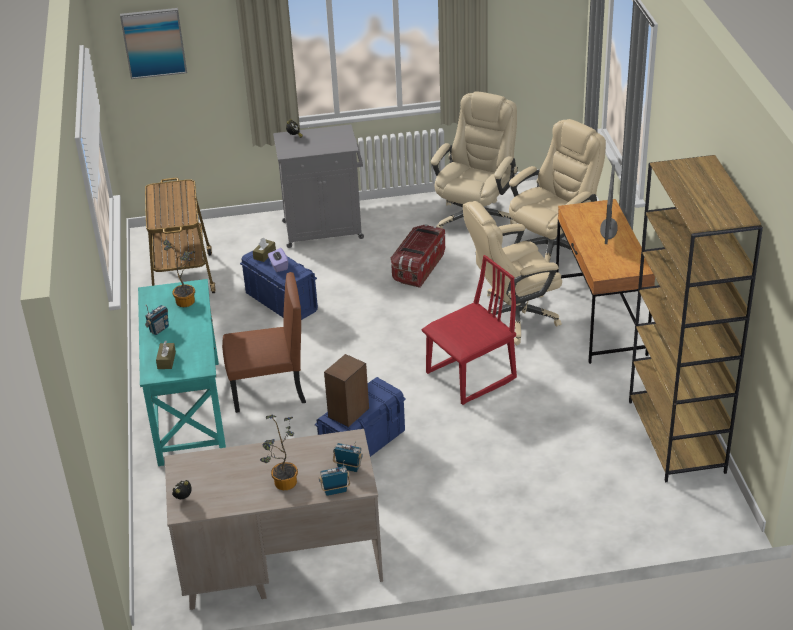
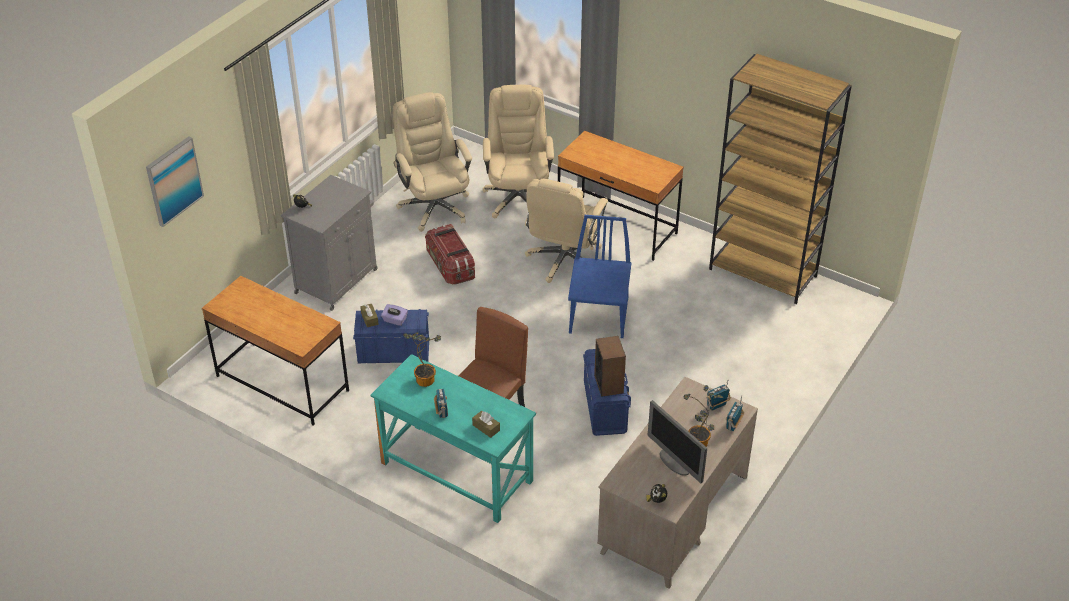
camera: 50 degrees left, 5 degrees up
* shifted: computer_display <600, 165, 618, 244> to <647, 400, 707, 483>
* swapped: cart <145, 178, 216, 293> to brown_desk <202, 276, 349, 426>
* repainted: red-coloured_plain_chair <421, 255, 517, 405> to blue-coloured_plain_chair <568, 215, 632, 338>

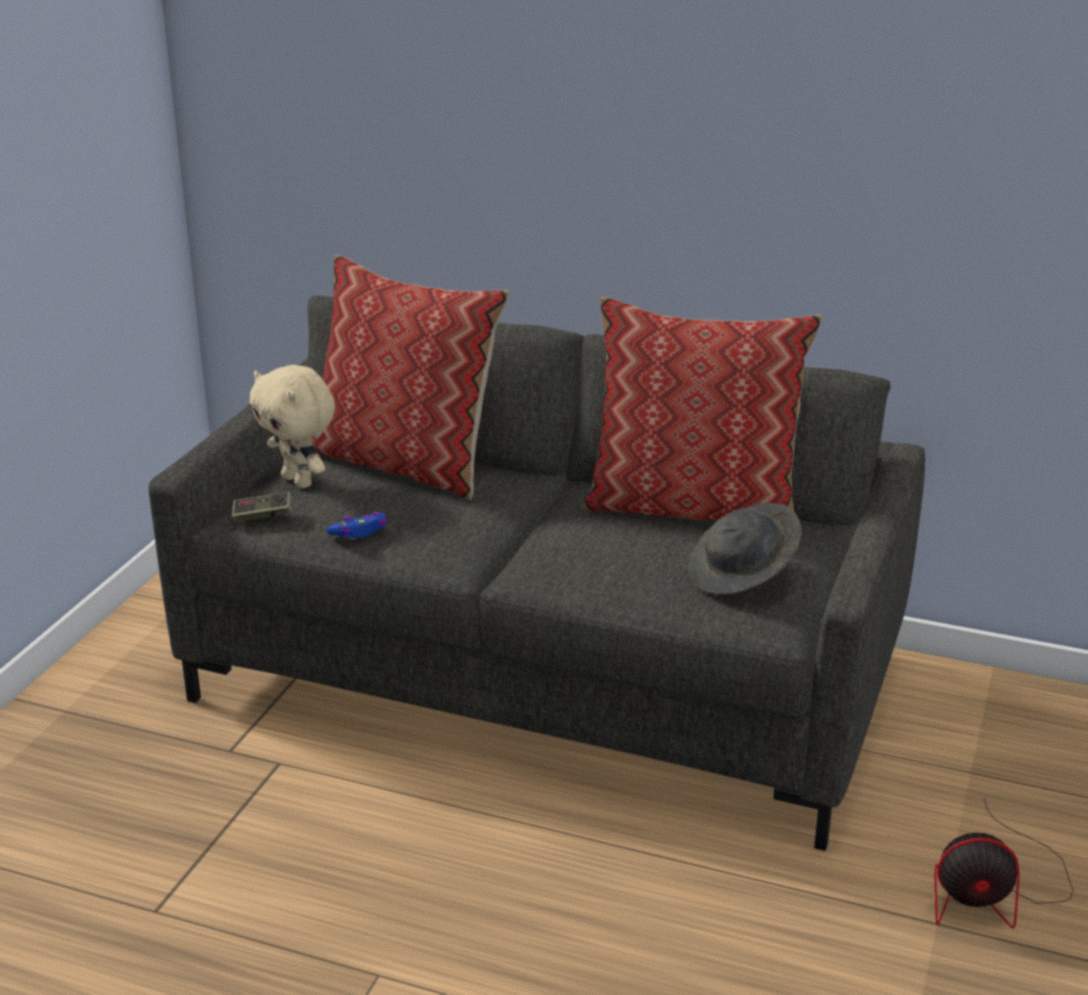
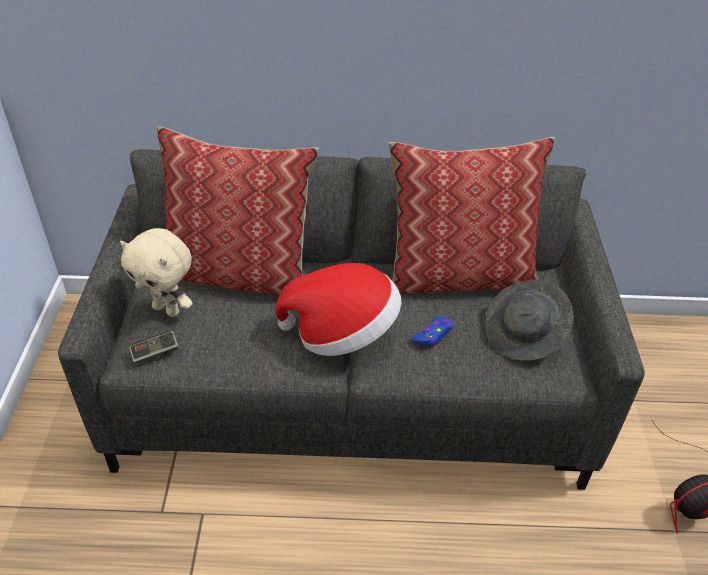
camera: 20 degrees left, 15 degrees up
* new: hat <275, 263, 401, 356>
* shifted: blue-coloured_game_controller <326, 512, 387, 538> to <411, 316, 454, 346>

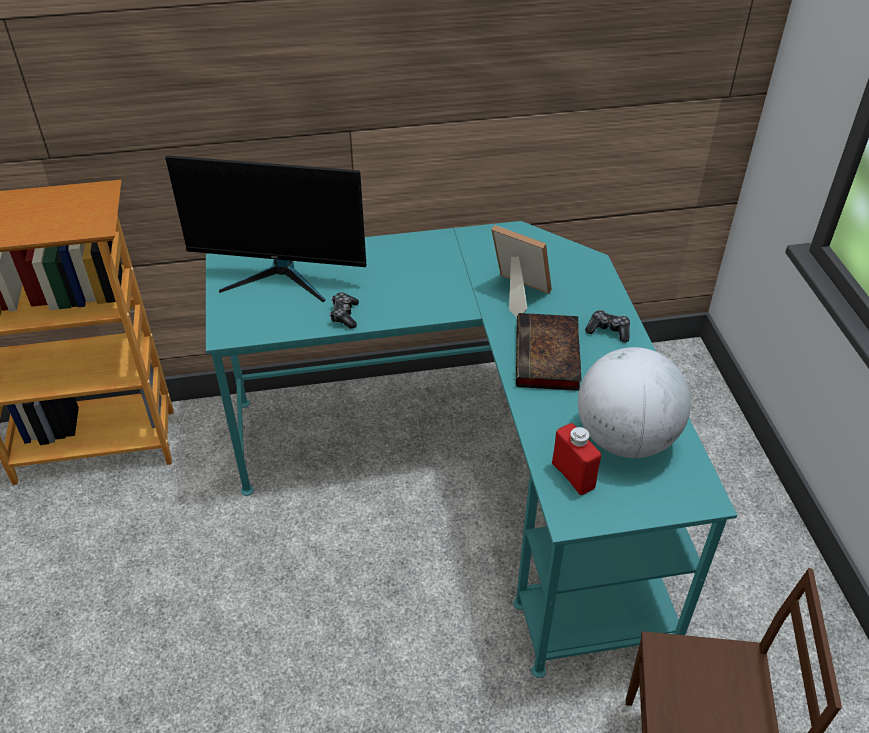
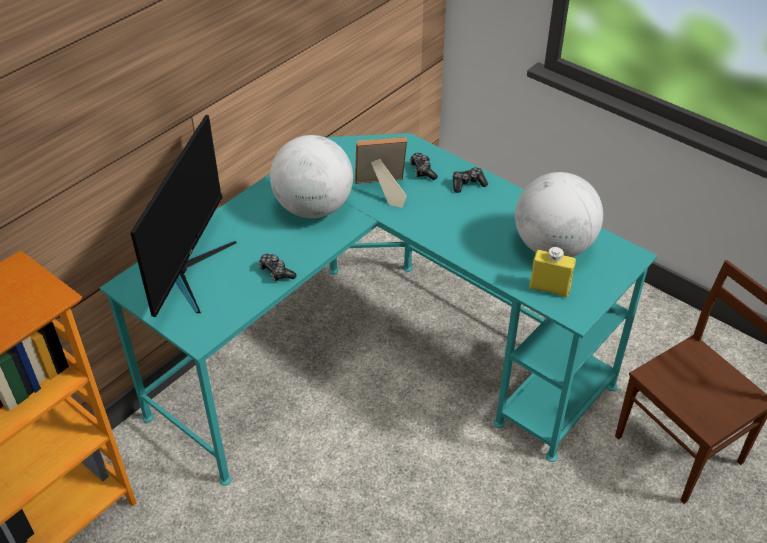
camera: 40 degrees left, 0 degrees up
* gone: bound_book <516, 313, 582, 391>
* new: globe <270, 135, 353, 218>
* new: game_controller <410, 153, 438, 180>
* repainted: red-coloured_beverage_bottle <552, 423, 601, 495> to yellow_beverage_bottle <529, 247, 576, 298>
* rotated: computer_display <165, 155, 366, 303> = <130, 115, 237, 317> 45 degrees counterclockwise

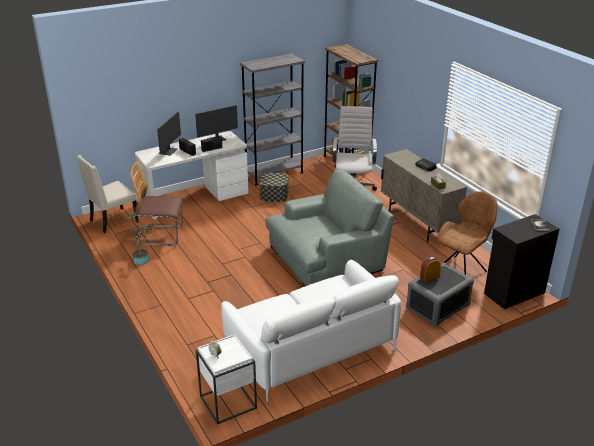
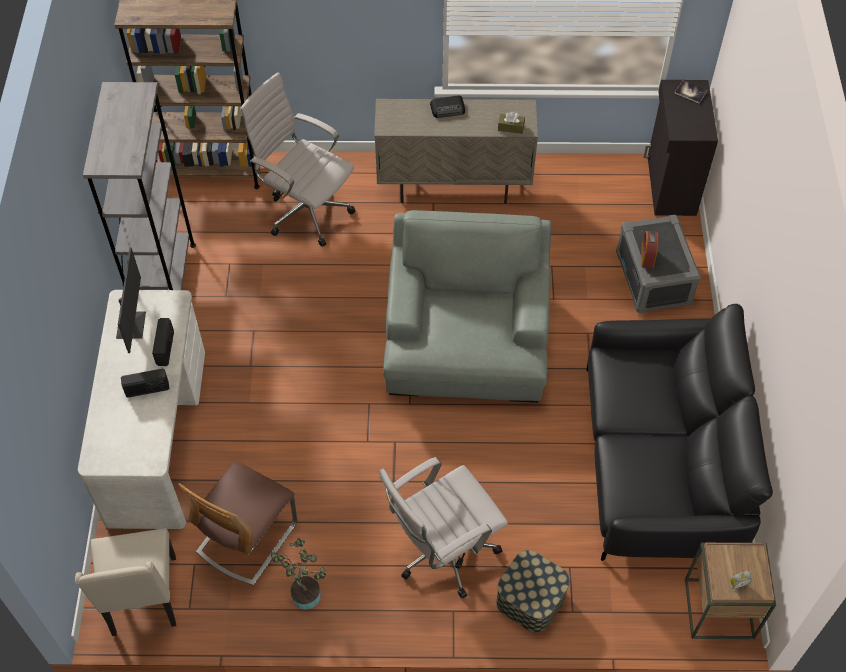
camera: 60 degrees left, 25 degrees up
* gone: computer_display <157, 112, 181, 156>
* gone: brown_plain_chair <437, 191, 497, 275>
* new: white_computer_chair <379, 457, 508, 599>
* shifted: storage_bin <260, 173, 288, 202> to <496, 550, 570, 632>
* repainted: white_side_table <196, 334, 257, 424> to brown_side_table <685, 543, 776, 639>
* repainted: white_settee <221, 260, 401, 402> to blackish_settee <587, 304, 773, 561>

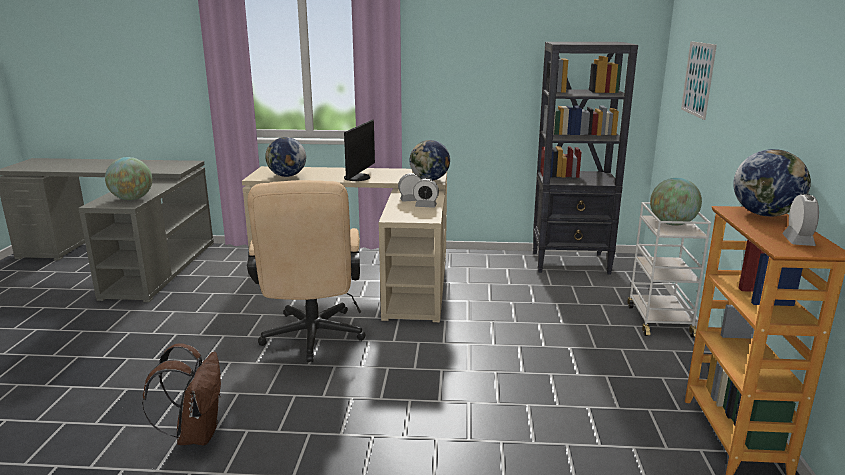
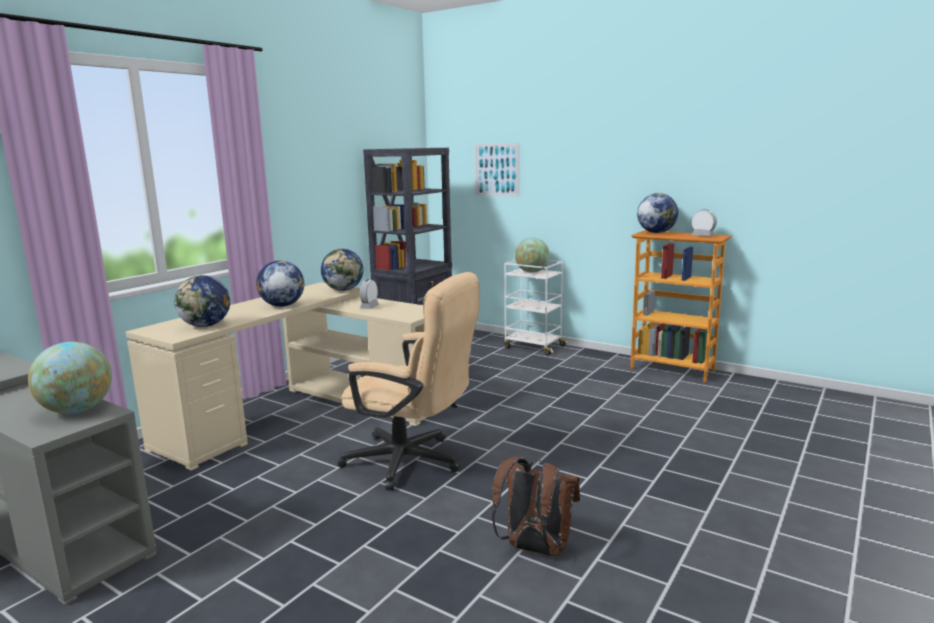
camera: 60 degrees left, 5 degrees down
* gone: table_clock <413, 178, 439, 208>
* swapped: computer_display <344, 120, 375, 181> to globe <256, 260, 304, 307>

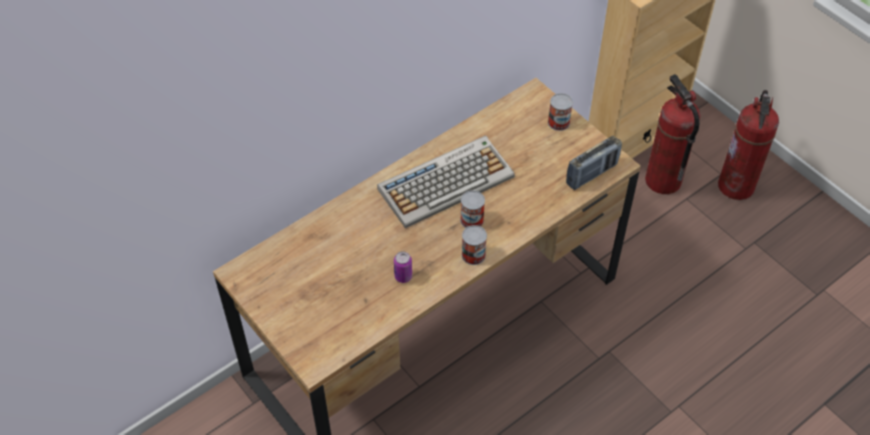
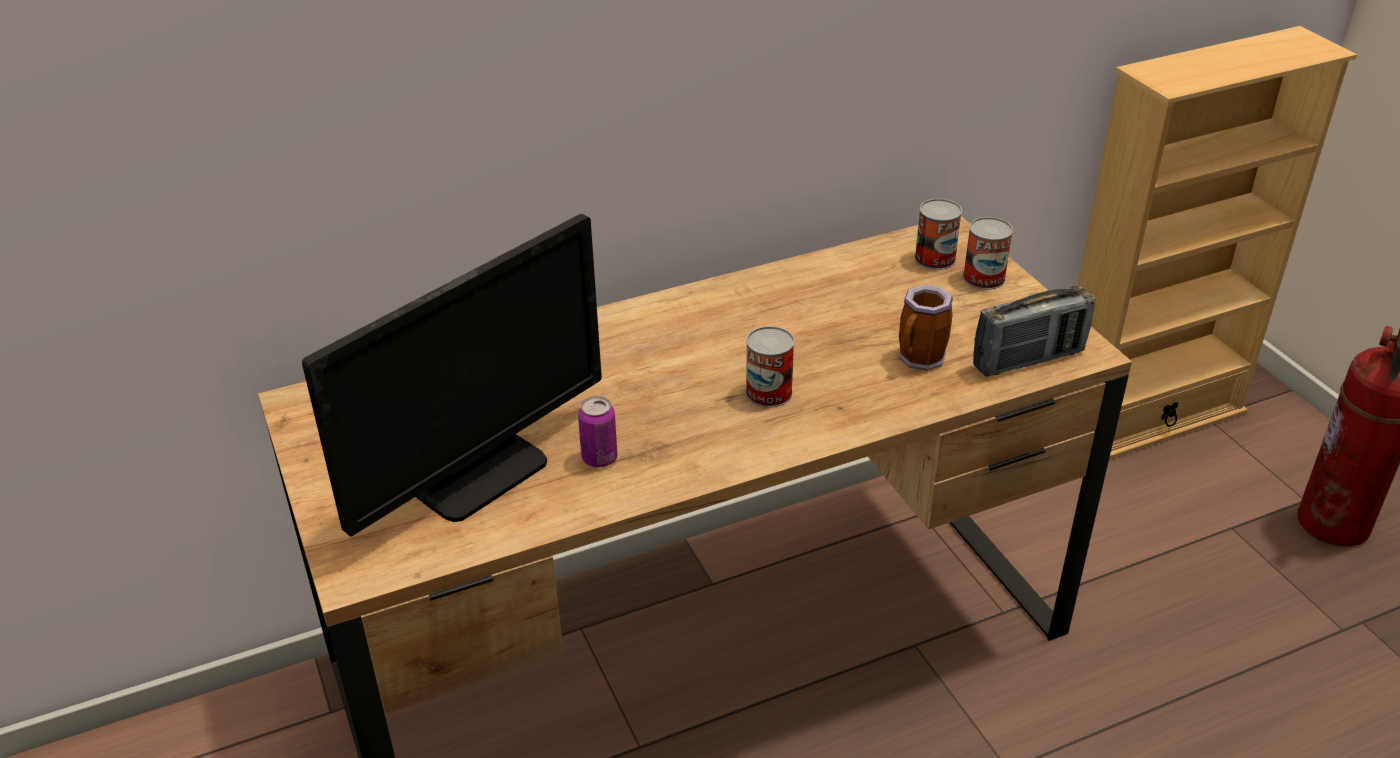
camera: 15 degrees right, 15 degrees down
* gone: keyboard <377, 136, 515, 228>
* gone: fire_extinguisher <645, 74, 700, 194>
* new: computer_display <302, 214, 602, 536>
* new: coffee_mug <898, 284, 953, 371>
* shifted: can <461, 225, 487, 265> to <915, 199, 962, 270>

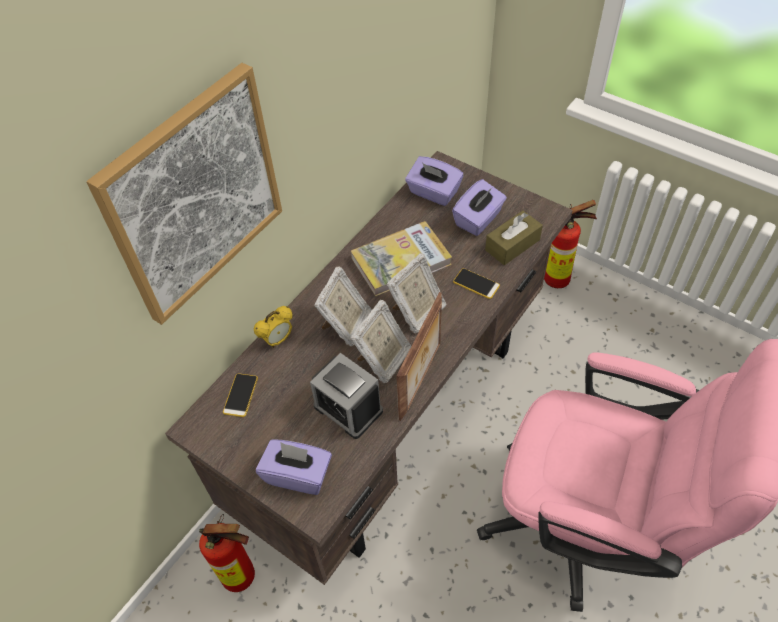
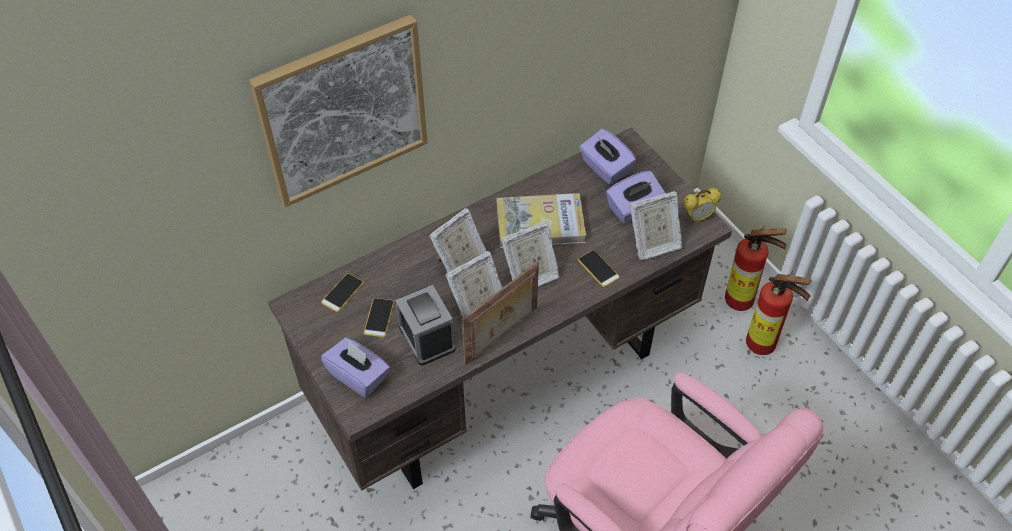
camera: 20 degrees right, 0 degrees up
* new: telephone <364, 298, 394, 337>
* shifted: fire_extinguisher <199, 514, 255, 592> to <746, 271, 812, 355>
* shifted: table_clock <254, 306, 293, 348> to <683, 188, 721, 223>
* swapped: brown_tissue_box <485, 211, 543, 265> to photo_frame <630, 191, 682, 260>

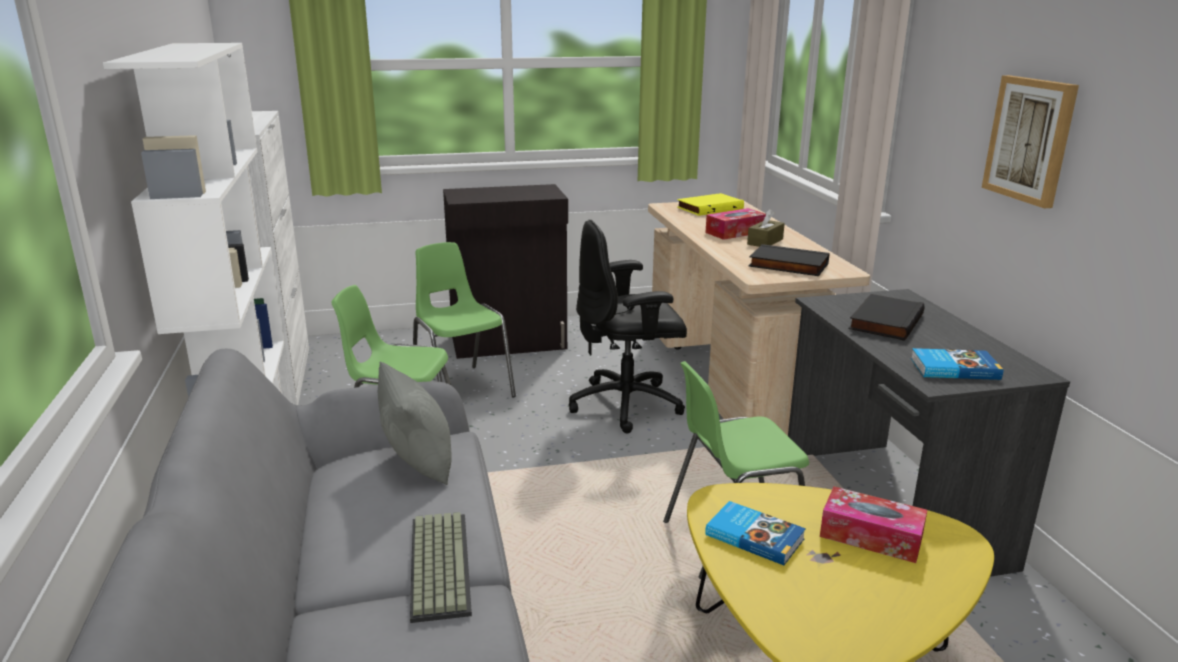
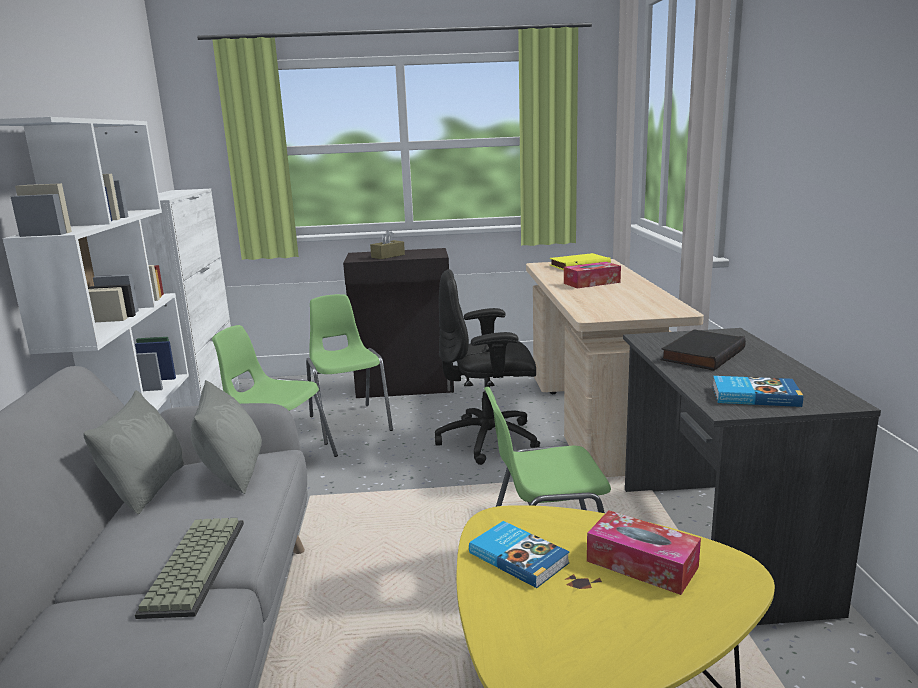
camera: 10 degrees right, 5 degrees down
* gone: blackish_bound_book <748, 244, 829, 276>
* gone: picture <982, 75, 1079, 208>
* new: grey_pillow <84, 390, 184, 514>
* shifted: brown_tissue_box <747, 209, 785, 247> to <370, 230, 405, 259>

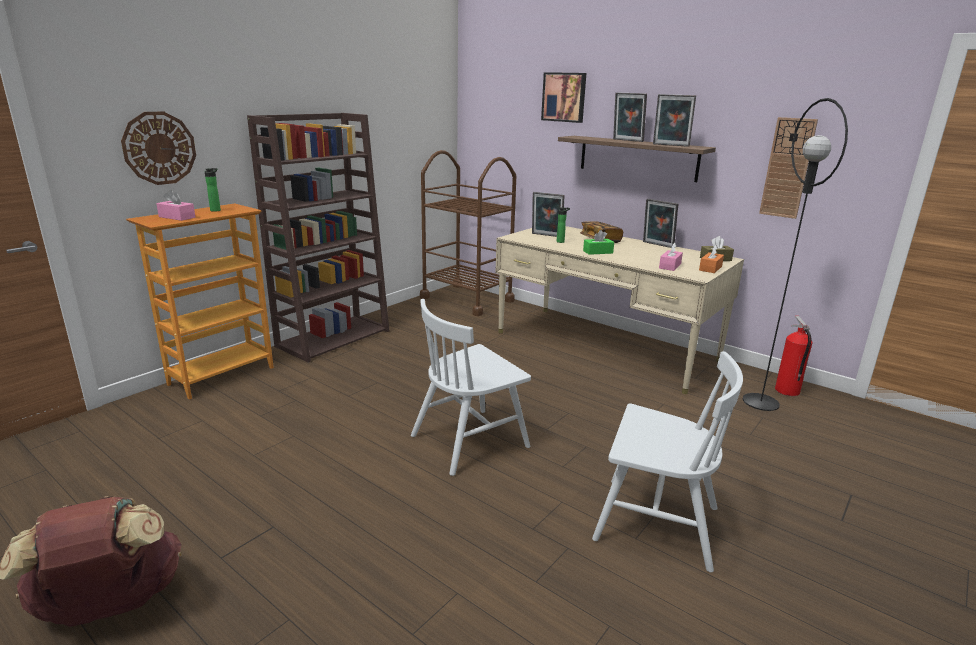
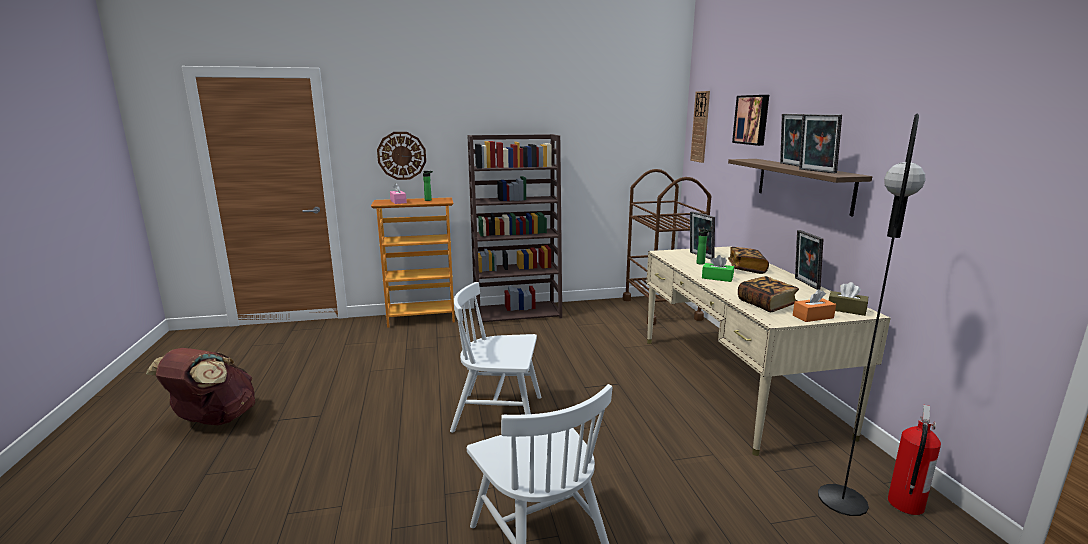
camera: 40 degrees right, 5 degrees down
* shifted: hanging_clock <759, 117, 818, 219> to <690, 91, 710, 163>
* swapped: pink_tissue_box <659, 243, 683, 271> to bound_book <738, 276, 799, 312>

